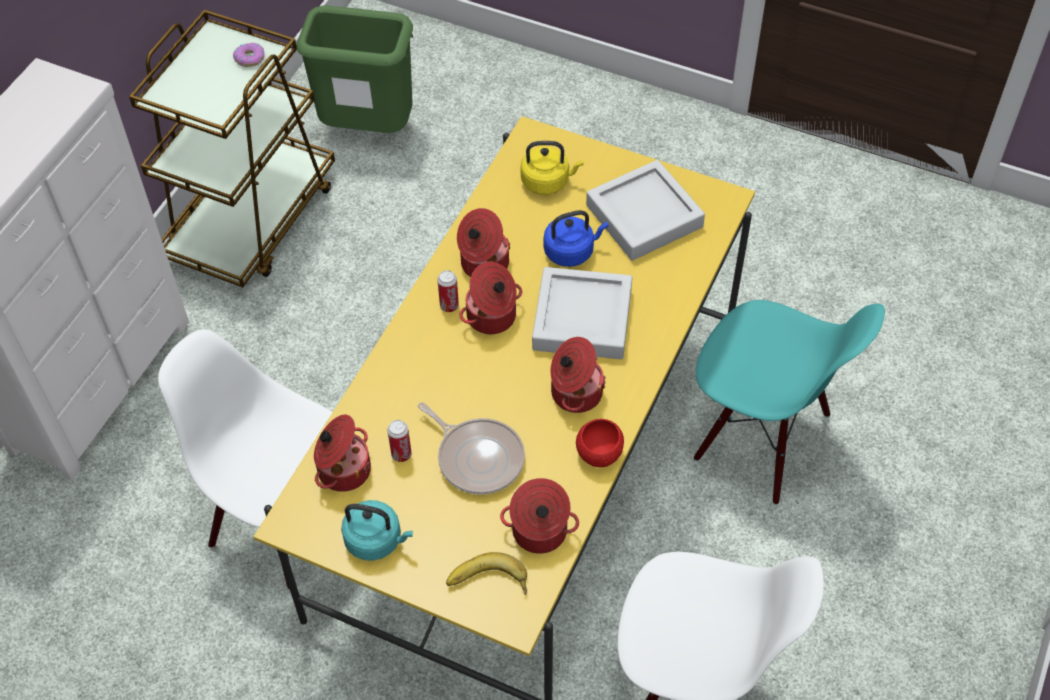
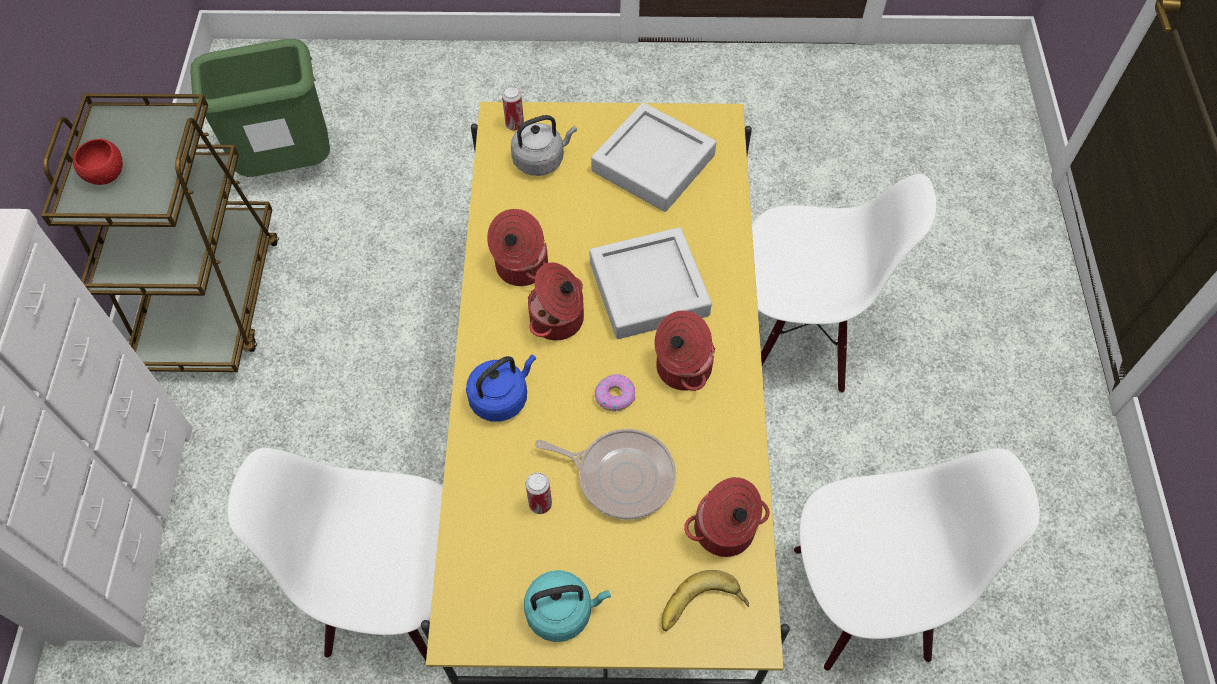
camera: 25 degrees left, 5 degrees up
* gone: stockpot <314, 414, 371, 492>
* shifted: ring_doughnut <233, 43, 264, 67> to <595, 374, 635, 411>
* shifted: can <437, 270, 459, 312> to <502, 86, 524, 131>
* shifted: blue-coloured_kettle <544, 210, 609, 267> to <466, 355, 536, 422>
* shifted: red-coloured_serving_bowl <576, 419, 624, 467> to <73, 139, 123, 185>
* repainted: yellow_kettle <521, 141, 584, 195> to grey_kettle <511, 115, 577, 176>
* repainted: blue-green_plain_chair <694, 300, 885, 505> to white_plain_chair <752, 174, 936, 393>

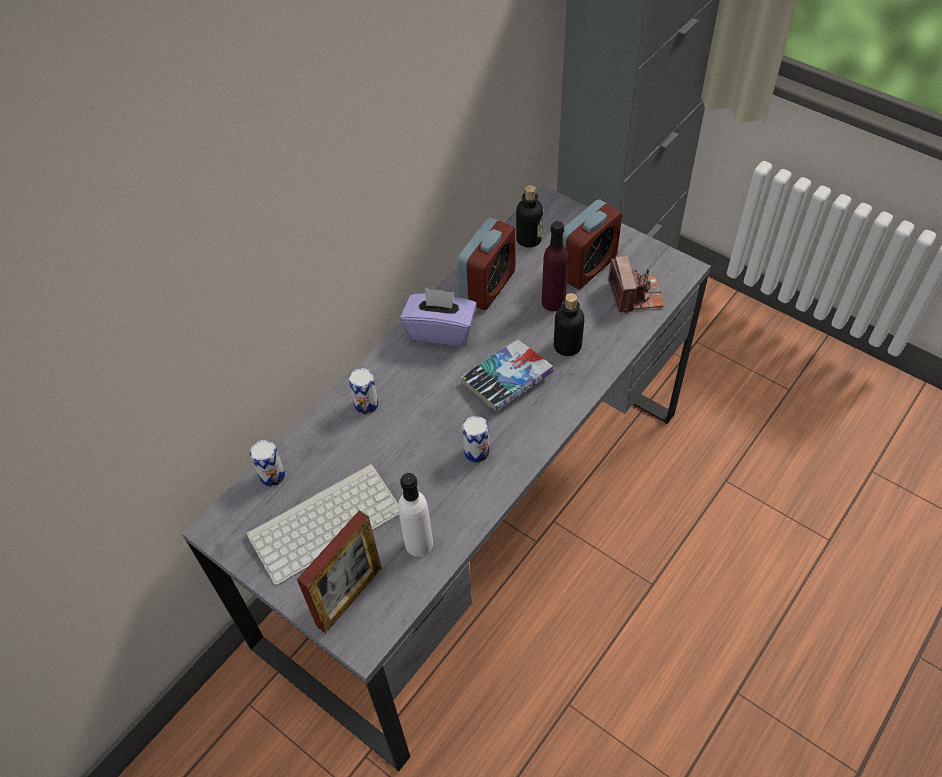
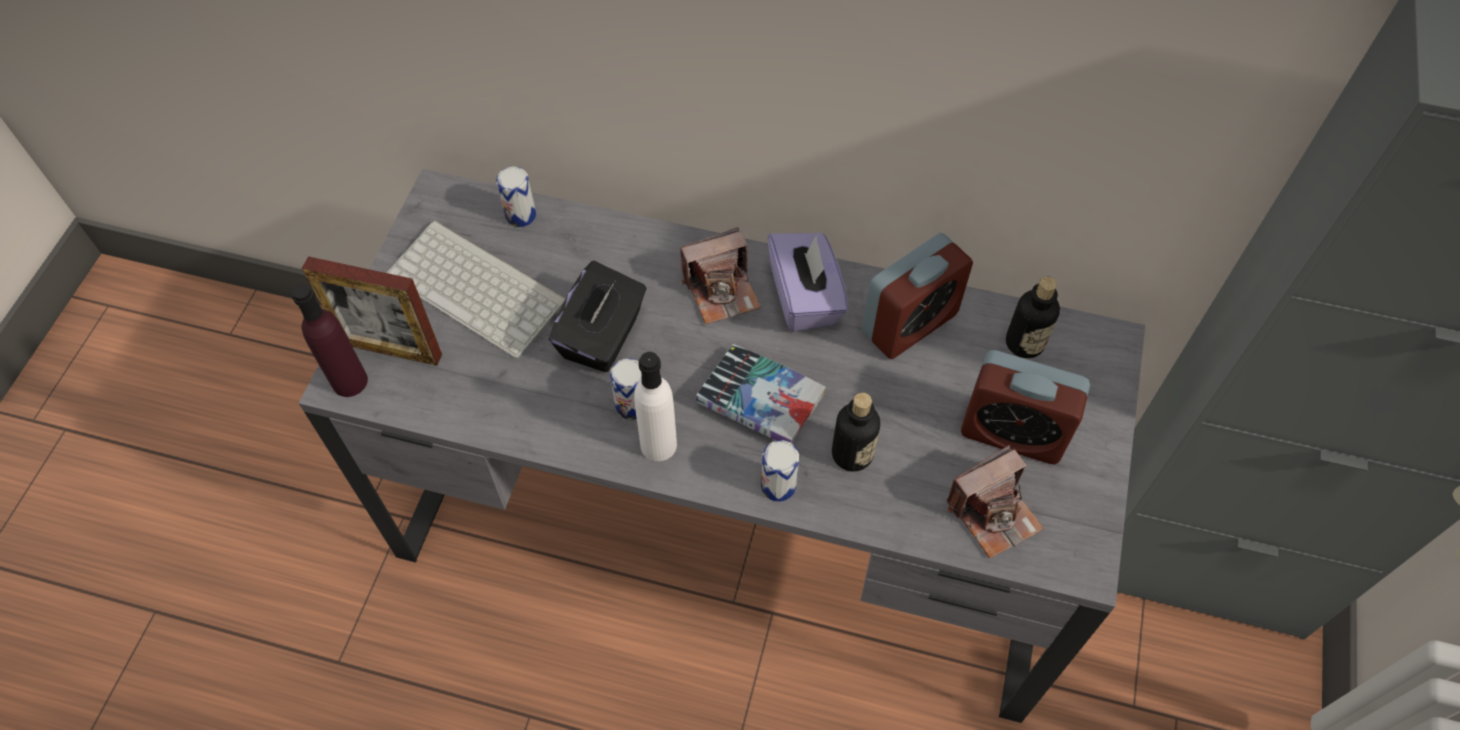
camera: 65 degrees right, 5 degrees up
* new: blackish_tissue_box <549, 261, 647, 372>
* new: still_camera <680, 227, 761, 324>
* shifted: can <348, 368, 378, 414> to <761, 440, 799, 502>
* shifted: white_beverage_bottle <398, 473, 433, 557> to <634, 352, 677, 461>
* shifted: purplish_beverage_bottle <542, 221, 568, 311> to <292, 284, 368, 397>
* rotated: table_clock <457, 218, 516, 310> = <862, 233, 973, 359> 45 degrees counterclockwise

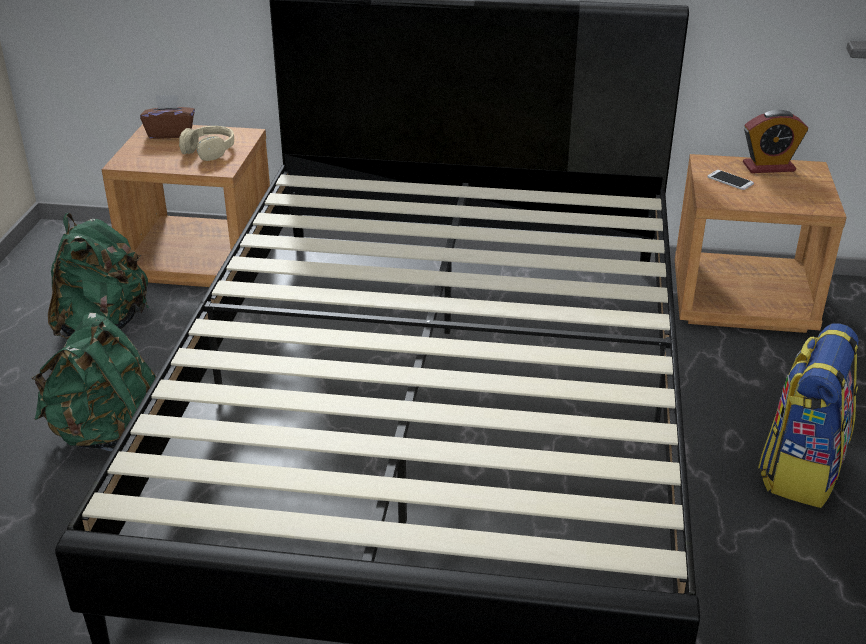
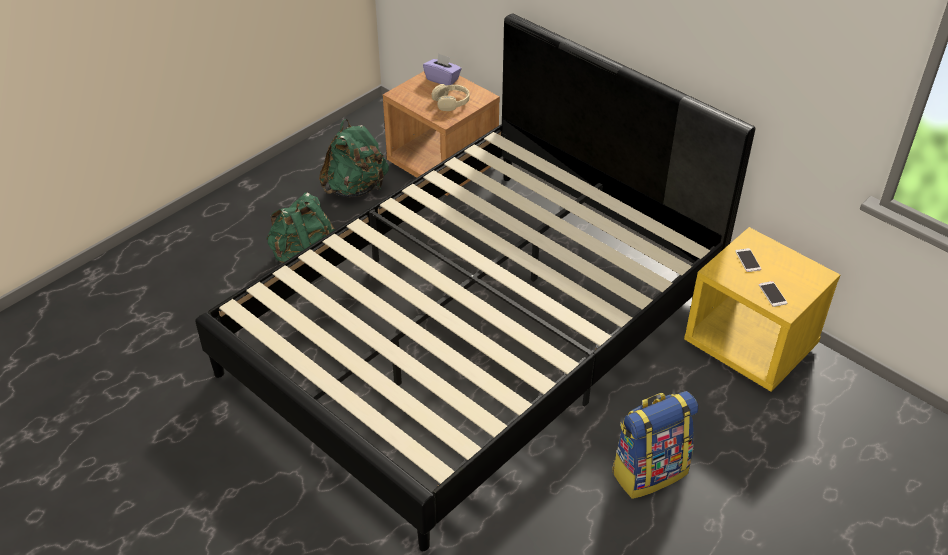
camera: 35 degrees right, 10 degrees up
* gone: table_clock <743, 110, 808, 173>
* new: telephone <759, 281, 787, 307>
* repainted: brown_tissue_box <140, 95, 195, 139> to purplish_tissue_box <423, 53, 462, 85>
* repainted: brown_nightstand <675, 154, 847, 333> to yellow_nightstand <684, 227, 840, 392>

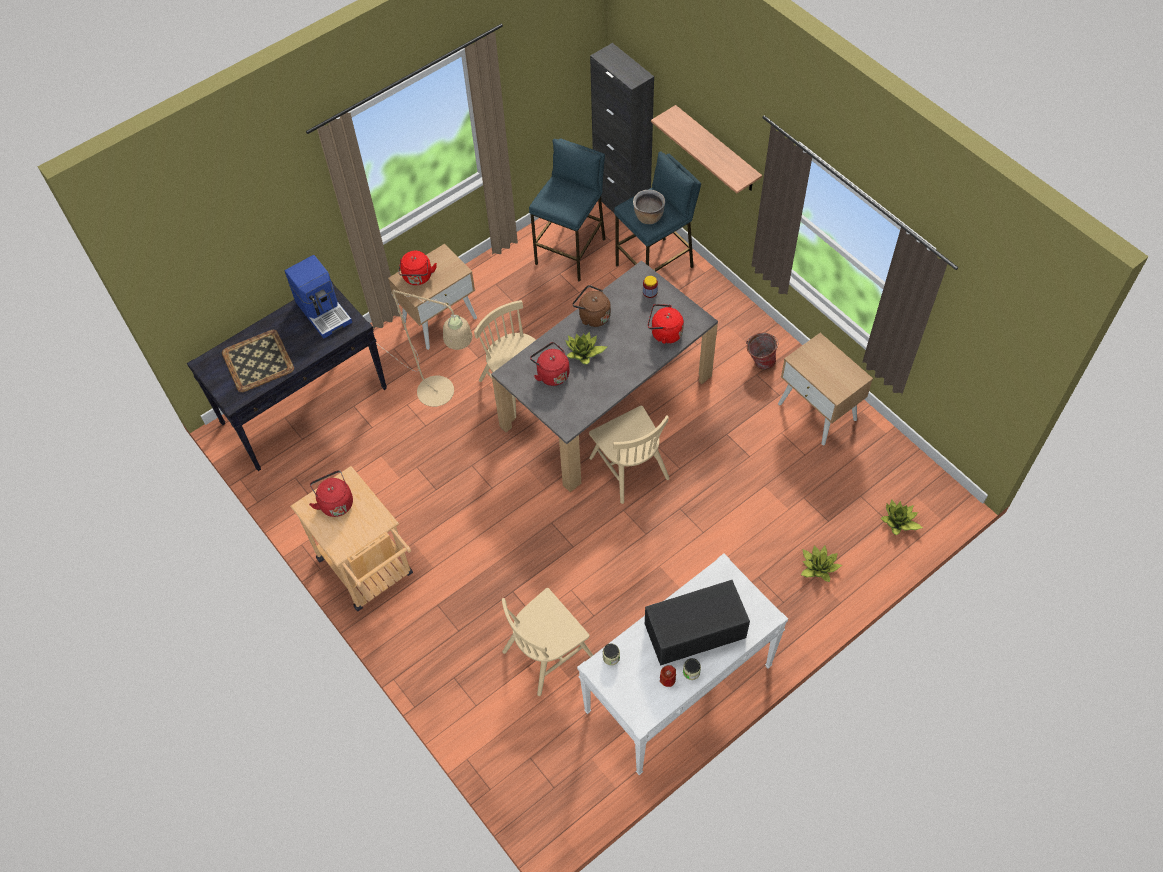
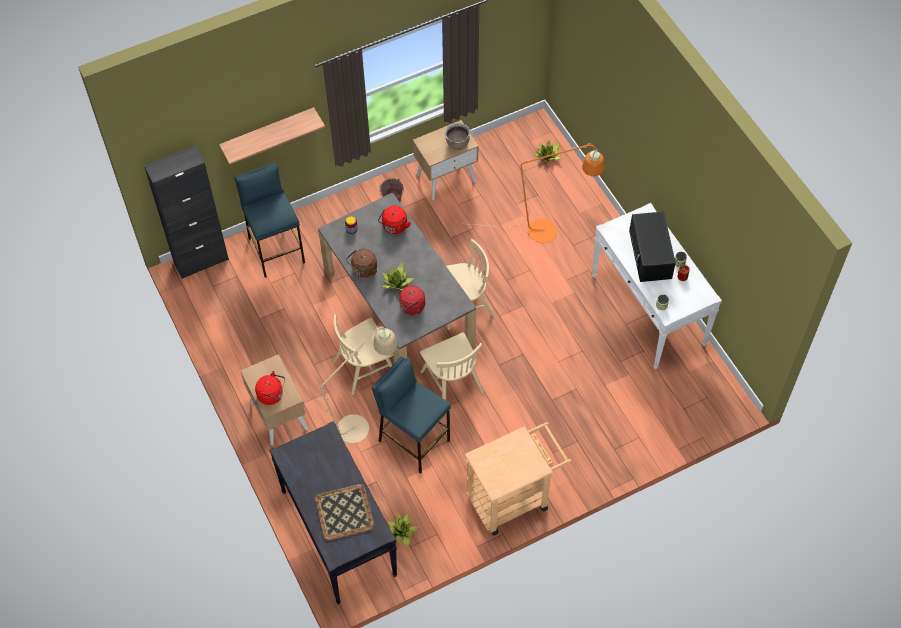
camera: 80 degrees left, 0 degrees up
* gone: coffee_maker <285, 255, 352, 339>
* gone: red-coloured_kettle <309, 470, 353, 517>
* new: orangey_floor_lamp <469, 143, 604, 243>
* shifted: sand-coloured_plain_chair <502, 588, 593, 696> to <420, 332, 484, 400>
* shifted: blue-coloured_stool_seat <529, 138, 605, 282> to <372, 356, 451, 474>
* shifted: brown_stockpot <633, 190, 665, 224> to <445, 123, 470, 150>
* shifted: houseplant <801, 545, 842, 582> to <387, 513, 419, 546>

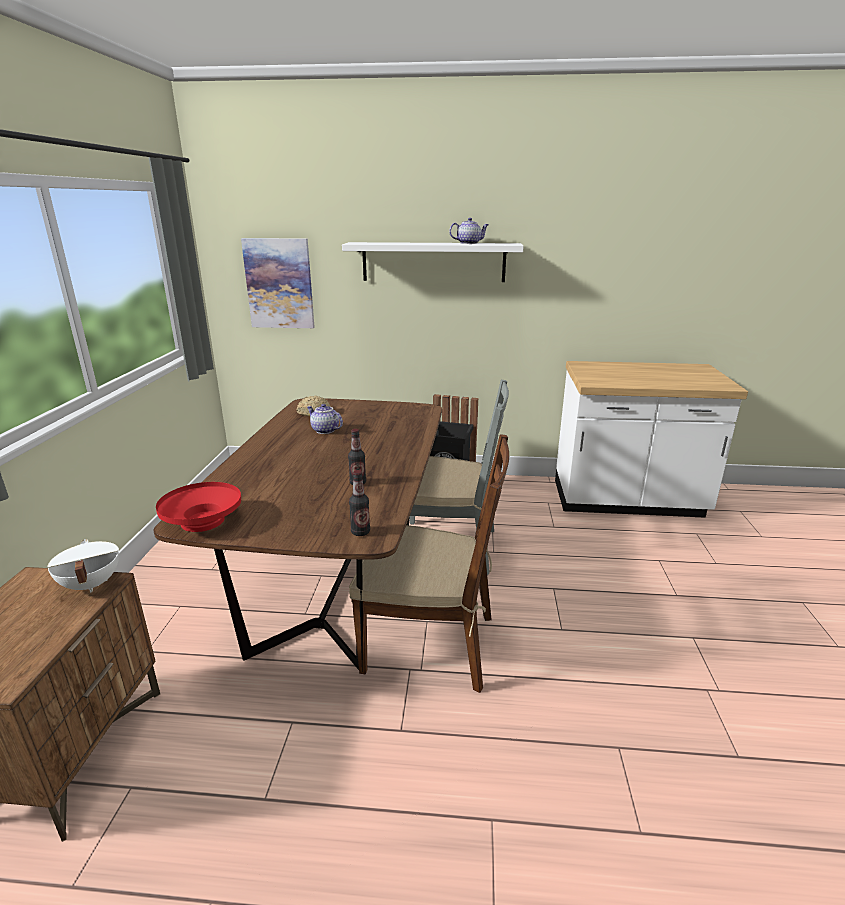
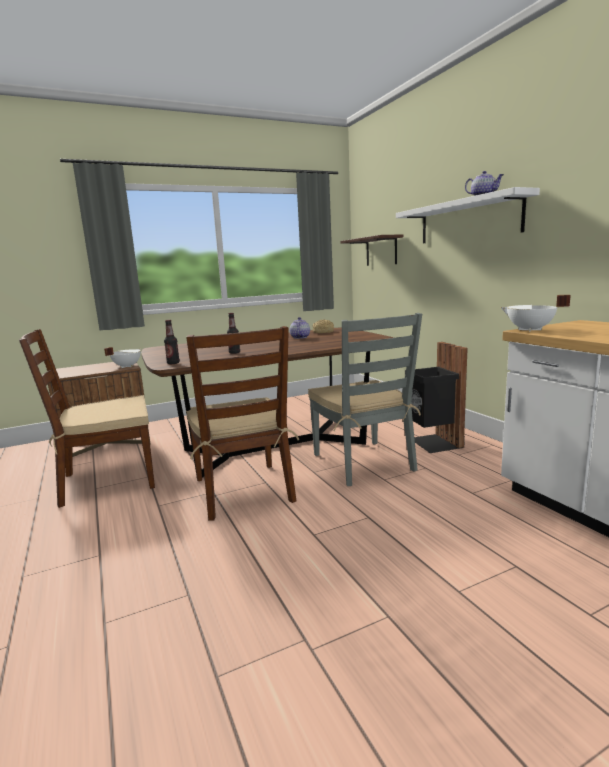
camera: 60 degrees right, 10 degrees down
* gone: red-coloured_serving_bowl <156, 482, 241, 532>
* new: brown_plain_chair <19, 329, 155, 508>
* new: white_stockpot <500, 295, 571, 332>
* swapped: picture <241, 238, 314, 328> to bracket_shelf <340, 234, 403, 266>

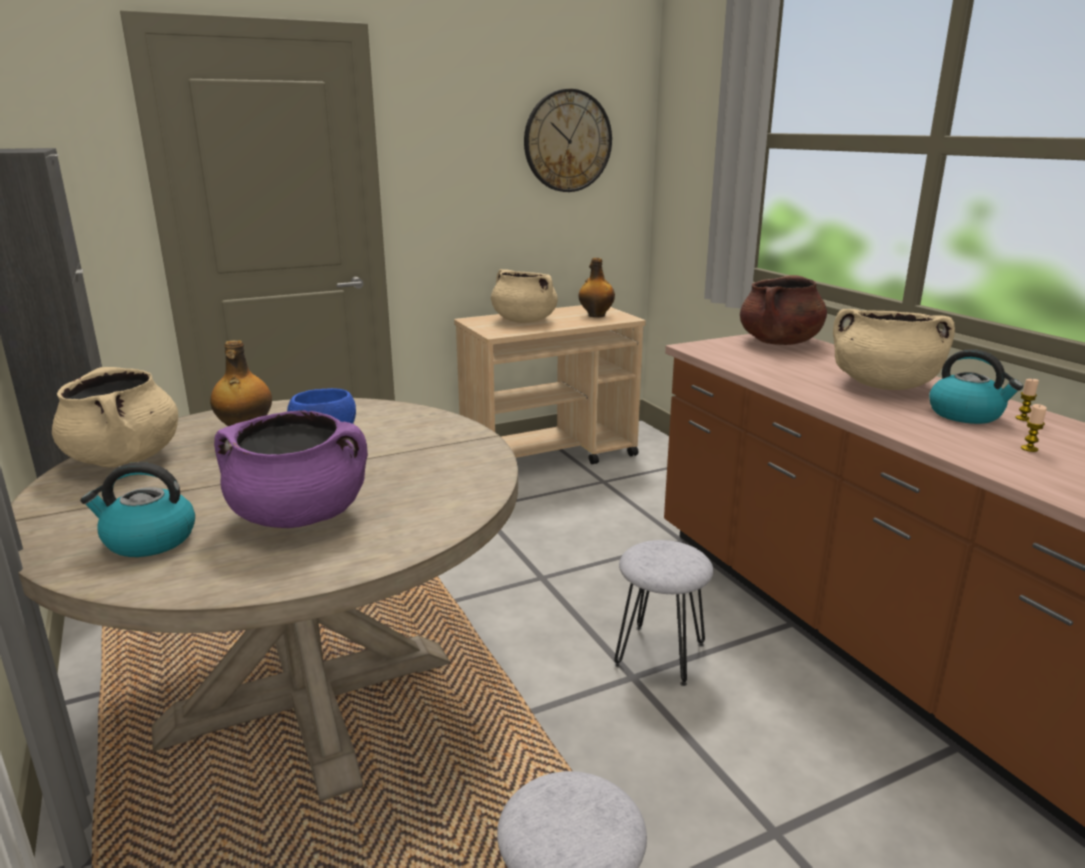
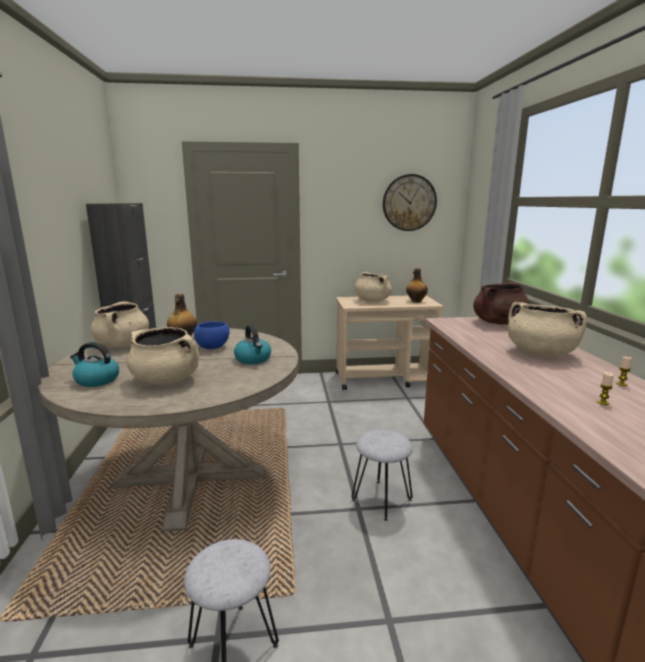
camera: 20 degrees right, 5 degrees down
* shifted: kettle <929, 349, 1023, 424> to <234, 325, 271, 364>
* repainted: purplish_stockpot <214, 410, 368, 528> to sand-coloured_stockpot <127, 327, 199, 384>

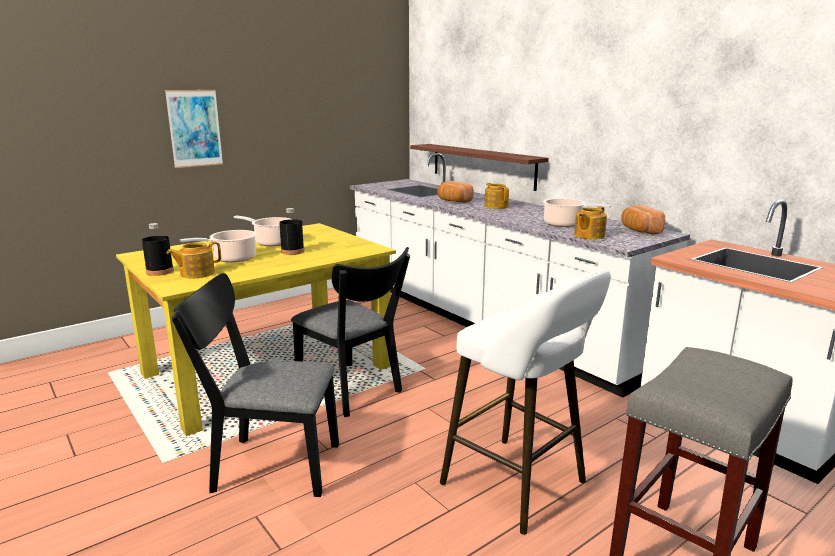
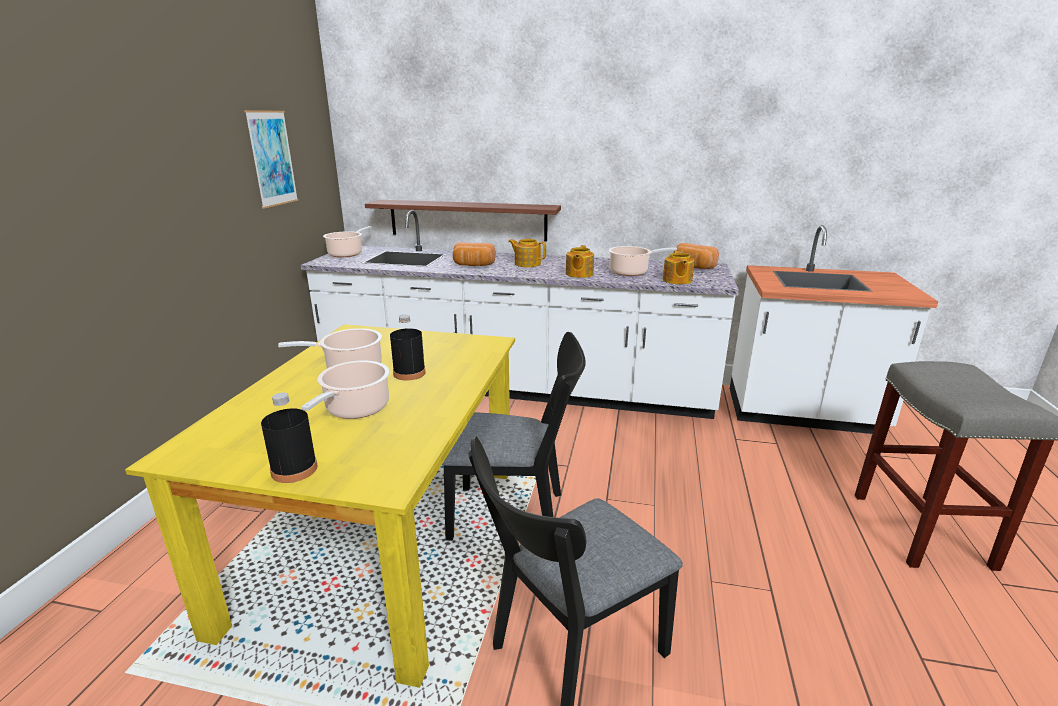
camera: 40 degrees left, 5 degrees up
* gone: white_stool_seat <440, 269, 611, 535>
* new: stockpot <323, 226, 372, 257>
* shifted: picture <165, 90, 223, 168> to <244, 110, 298, 209>
* shifted: teapot <166, 242, 221, 278> to <566, 245, 594, 278>

